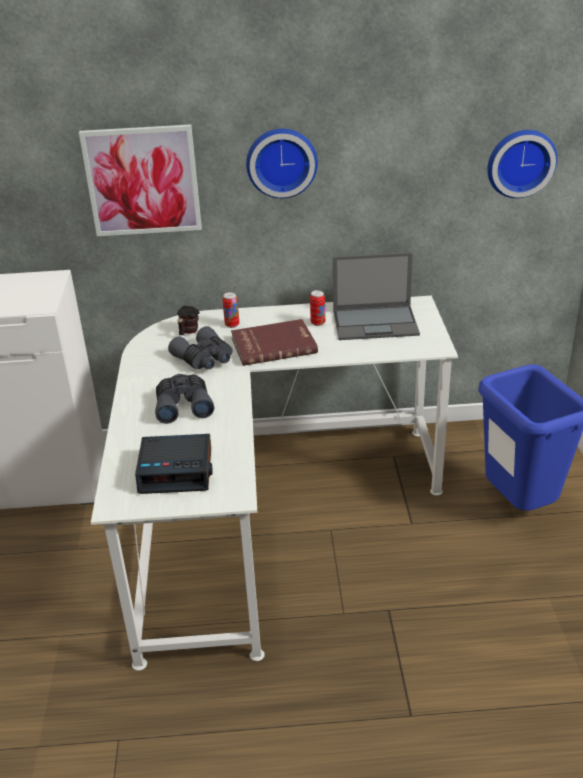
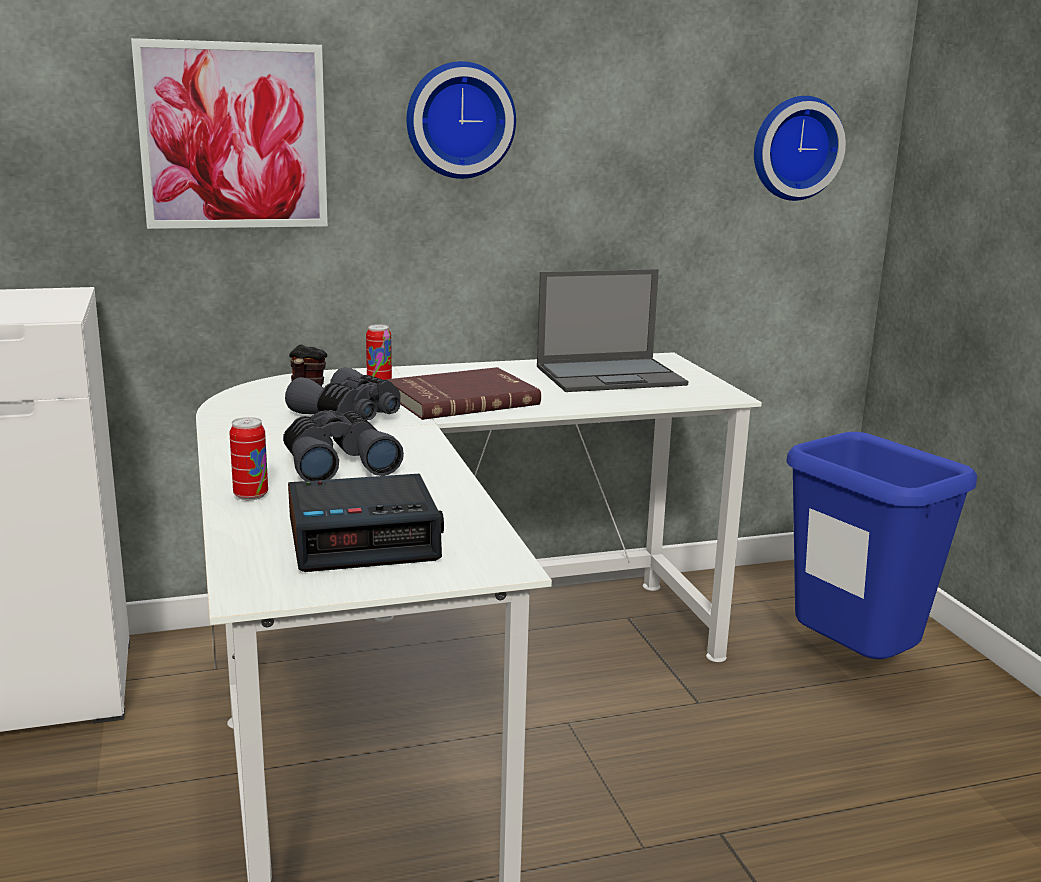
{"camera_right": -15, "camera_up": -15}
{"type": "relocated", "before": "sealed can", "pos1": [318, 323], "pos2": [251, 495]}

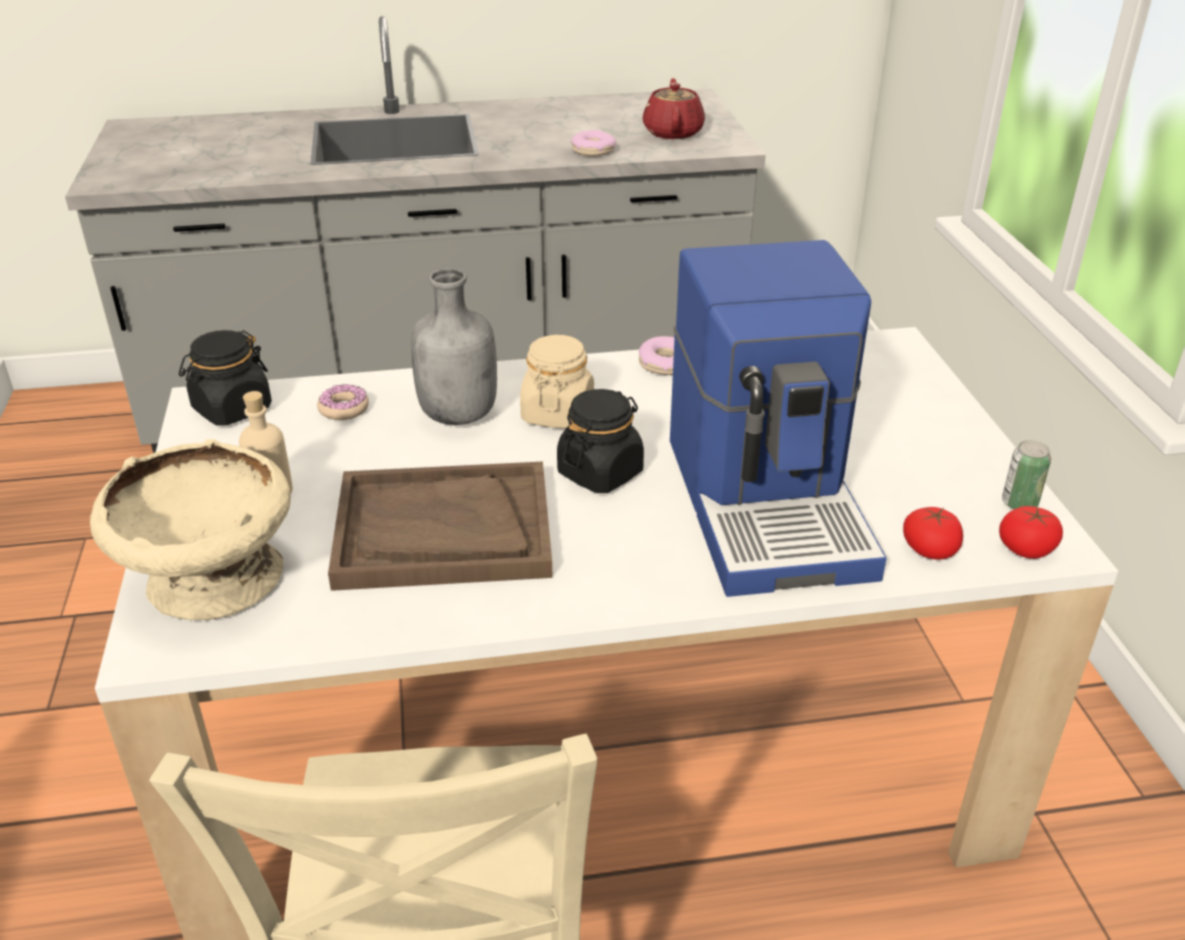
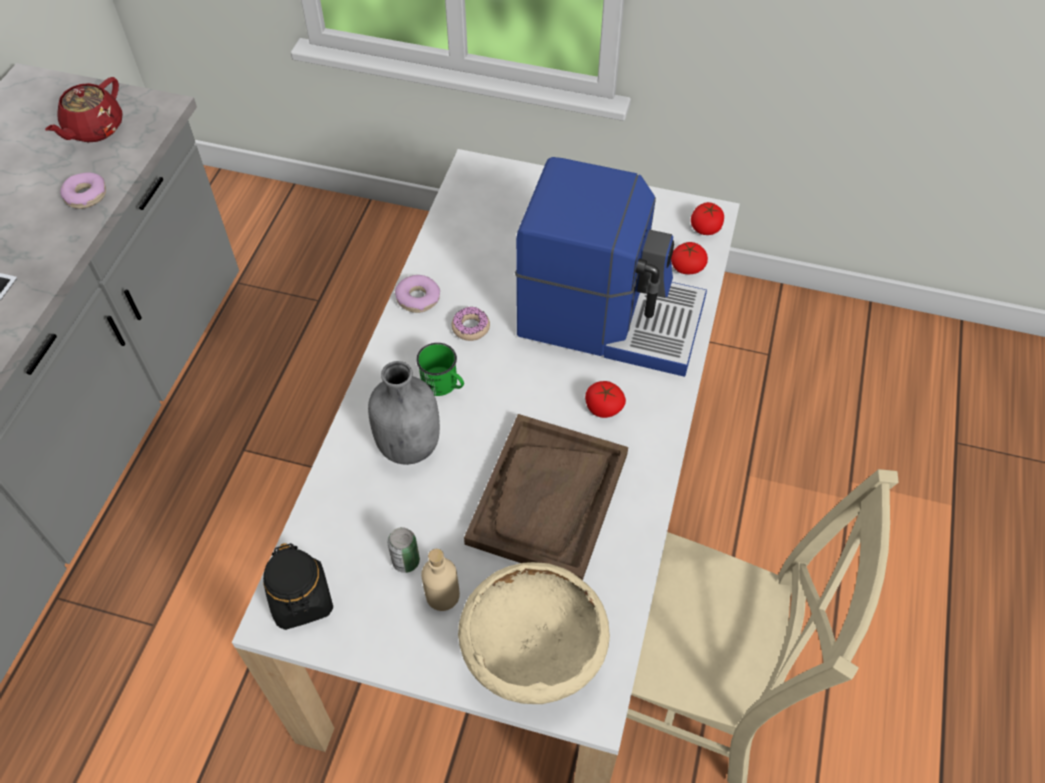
{"camera_right": -65, "camera_up": 20}
{"type": "relocated", "before": "doughnut", "pos1": [344, 409], "pos2": [470, 327]}
{"type": "exchanged", "before": "beige preserve jar", "after": "green coffee mug", "pos1": [557, 413], "pos2": [444, 385]}
{"type": "missing", "before": "blackish preserve jar", "pos1": [600, 473]}
{"type": "spun", "before": "red-coloured pot for tea", "pos1": [673, 132], "pos2": [94, 129], "turn": -90}
{"type": "relocated", "before": "sealed can", "pos1": [1019, 503], "pos2": [406, 561]}
{"type": "appeared", "after": "fresh tomato", "pos2": [603, 407]}

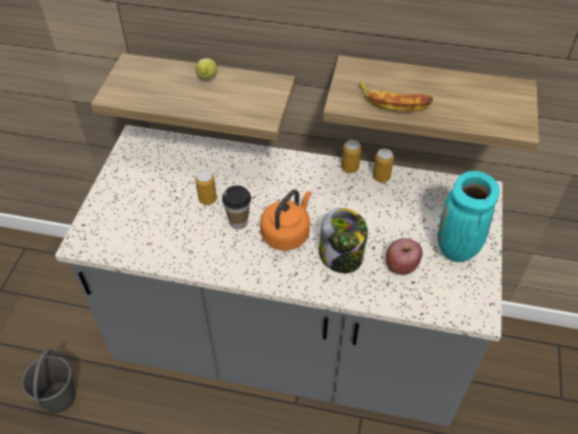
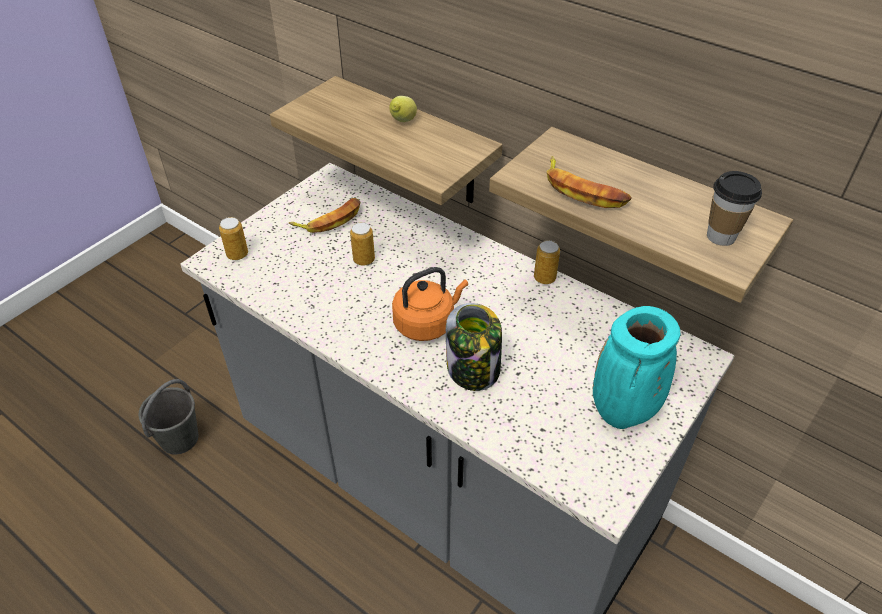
{"camera_right": 25, "camera_up": -5}
{"type": "relocated", "before": "small cup", "pos1": [238, 222], "pos2": [721, 236]}
{"type": "relocated", "before": "sealed can", "pos1": [381, 177], "pos2": [237, 254]}
{"type": "missing", "before": "apple", "pos1": [401, 266]}
{"type": "appeared", "after": "whole banana", "pos2": [330, 220]}

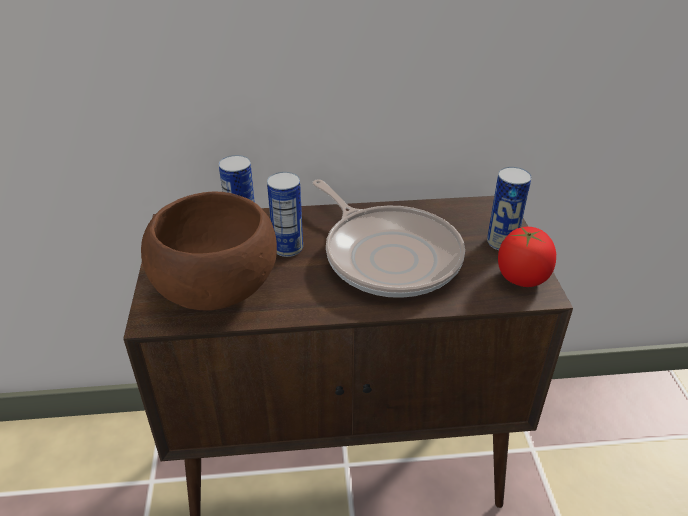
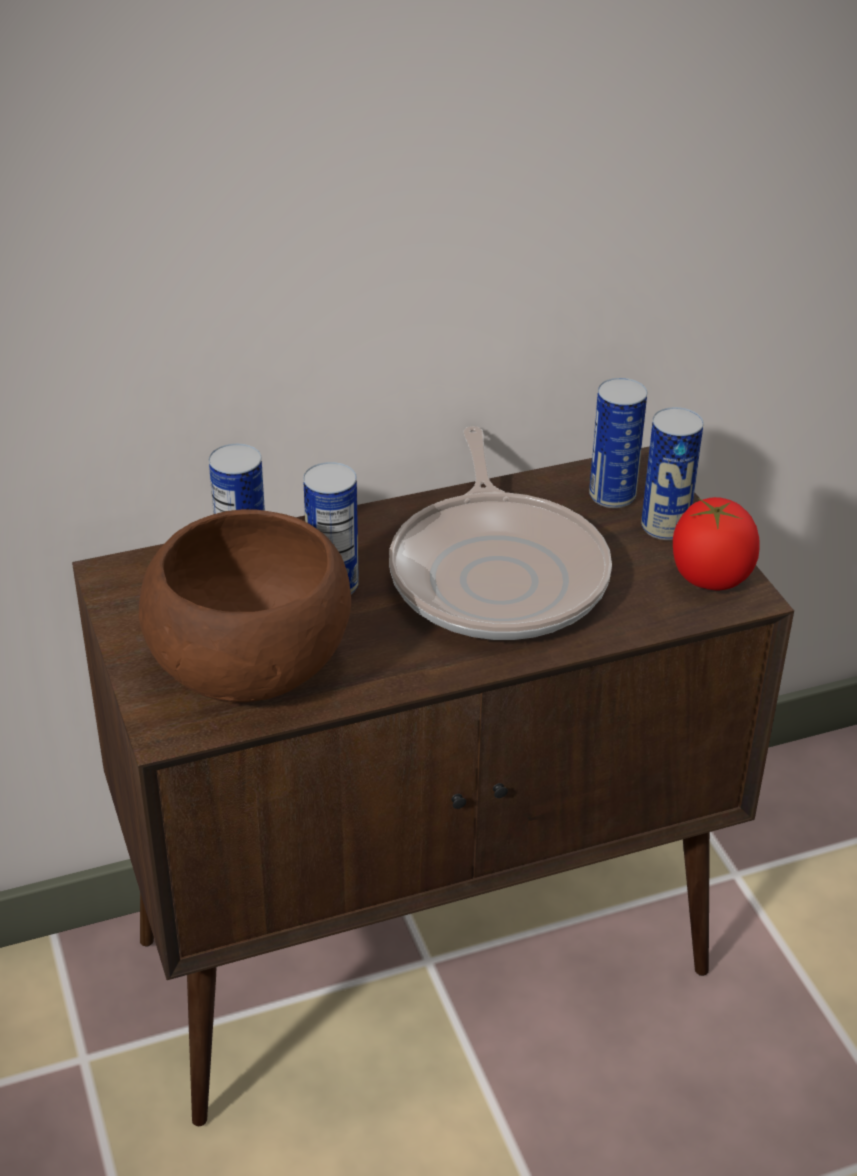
{"camera_right": -15, "camera_up": 0}
{"type": "spun", "before": "frying pan", "pos1": [388, 255], "pos2": [498, 573], "turn": 45}
{"type": "appeared", "after": "sealed can", "pos2": [612, 496]}

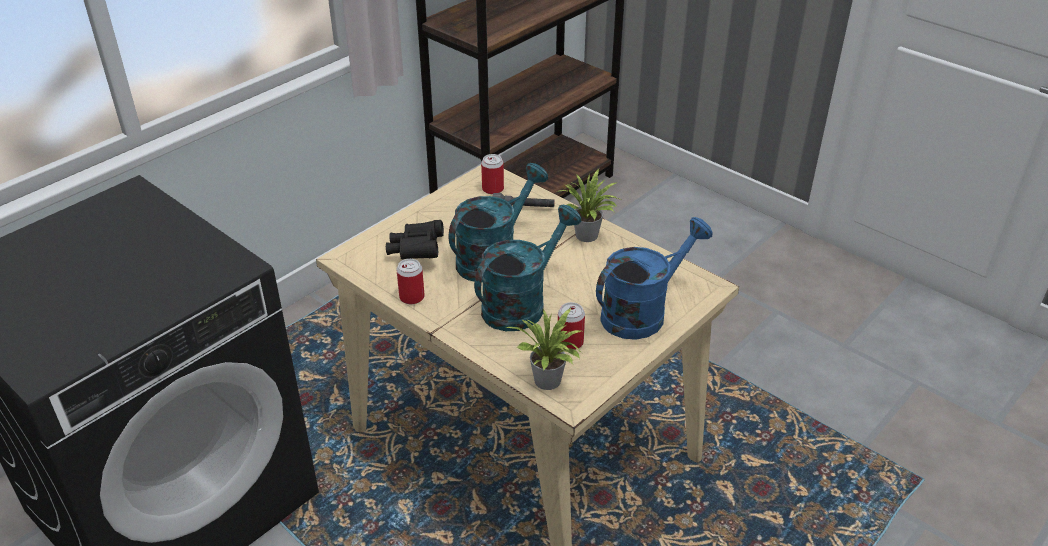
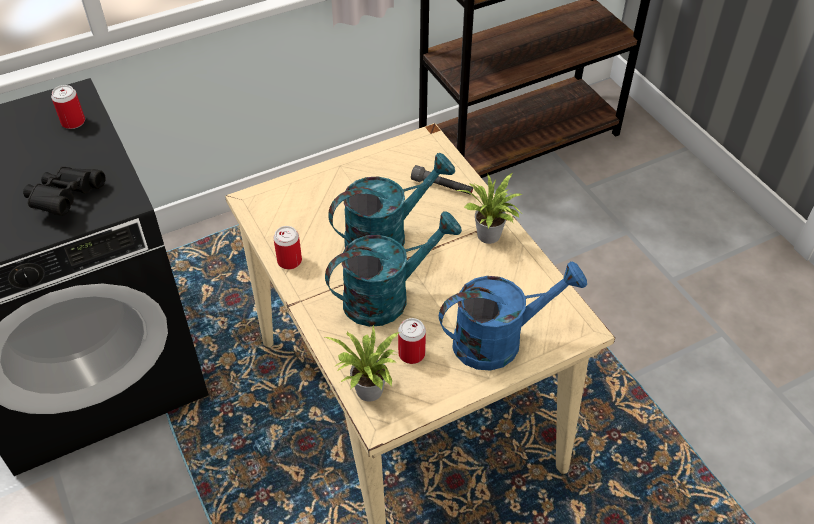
{"camera_right": 20, "camera_up": 10}
{"type": "relocated", "before": "blackish binoculars", "pos1": [416, 251], "pos2": [65, 199]}
{"type": "relocated", "before": "sealed can", "pos1": [493, 189], "pos2": [73, 122]}

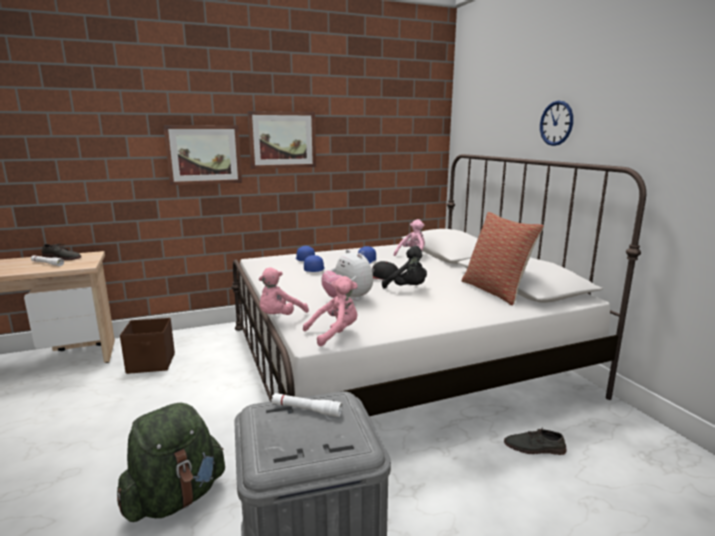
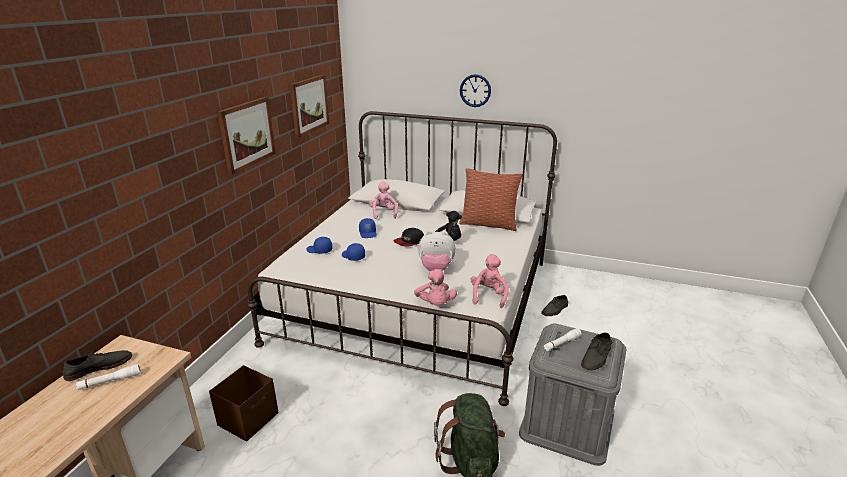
{"camera_right": -50, "camera_up": 10}
{"type": "relocated", "before": "picture", "pos1": [204, 154], "pos2": [309, 105]}
{"type": "appeared", "after": "greyish item of footwear", "pos2": [597, 357]}

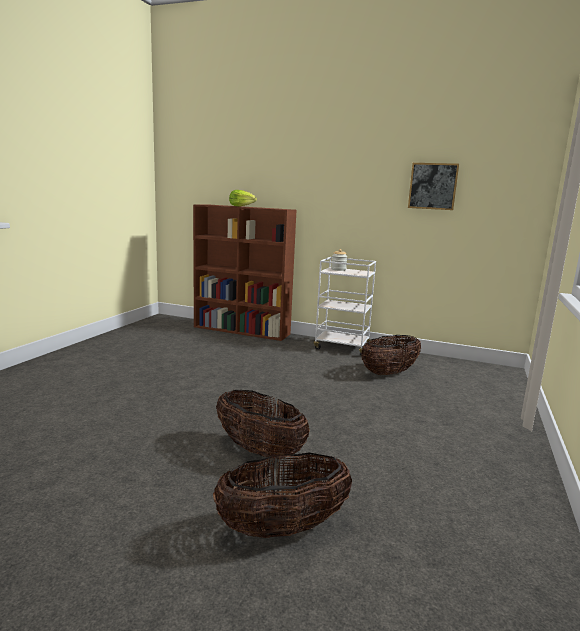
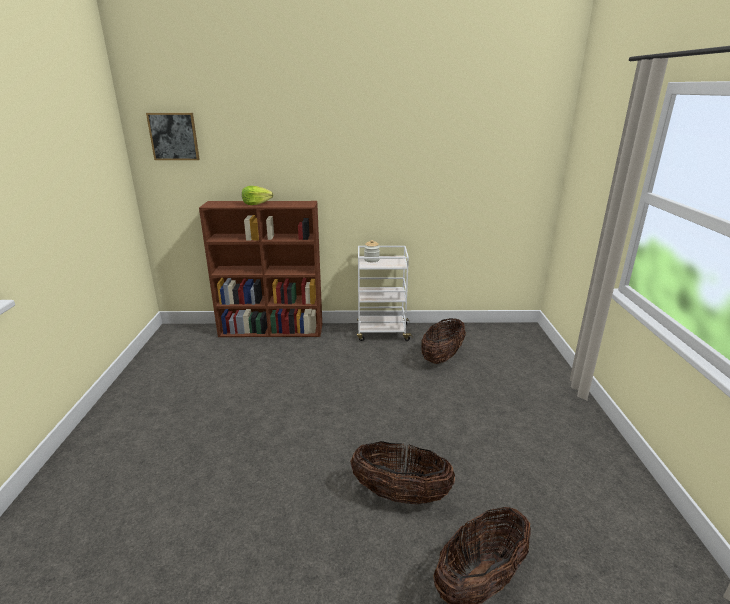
{"camera_right": -20, "camera_up": 10}
{"type": "relocated", "before": "picture", "pos1": [433, 186], "pos2": [174, 136]}

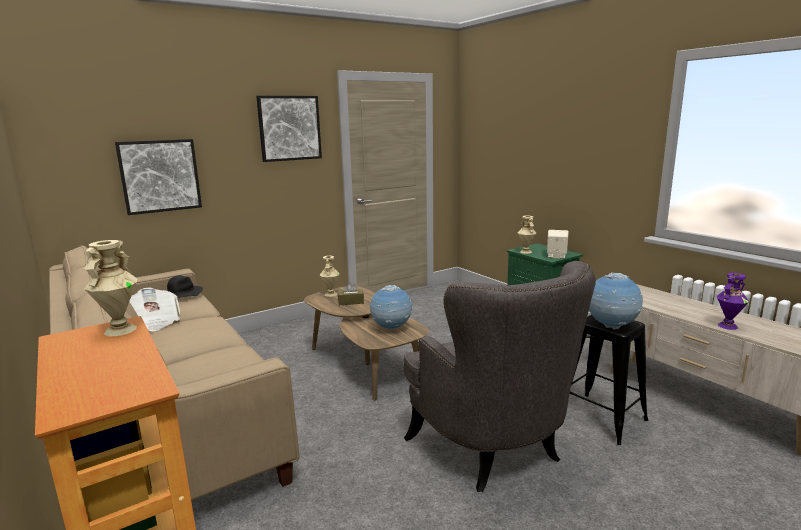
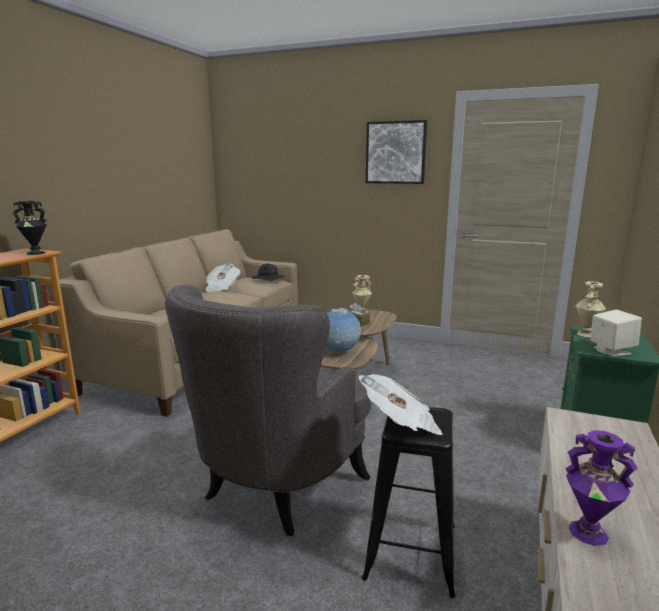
{"camera_right": 55, "camera_up": 0}
{"type": "colour", "before": "beige flower vase", "after": "blackish flower vase", "pos1": [120, 330], "pos2": [36, 253]}
{"type": "missing", "before": "picture", "pos1": [160, 176]}
{"type": "exchanged", "before": "world globe", "after": "printed paper", "pos1": [611, 327], "pos2": [400, 424]}

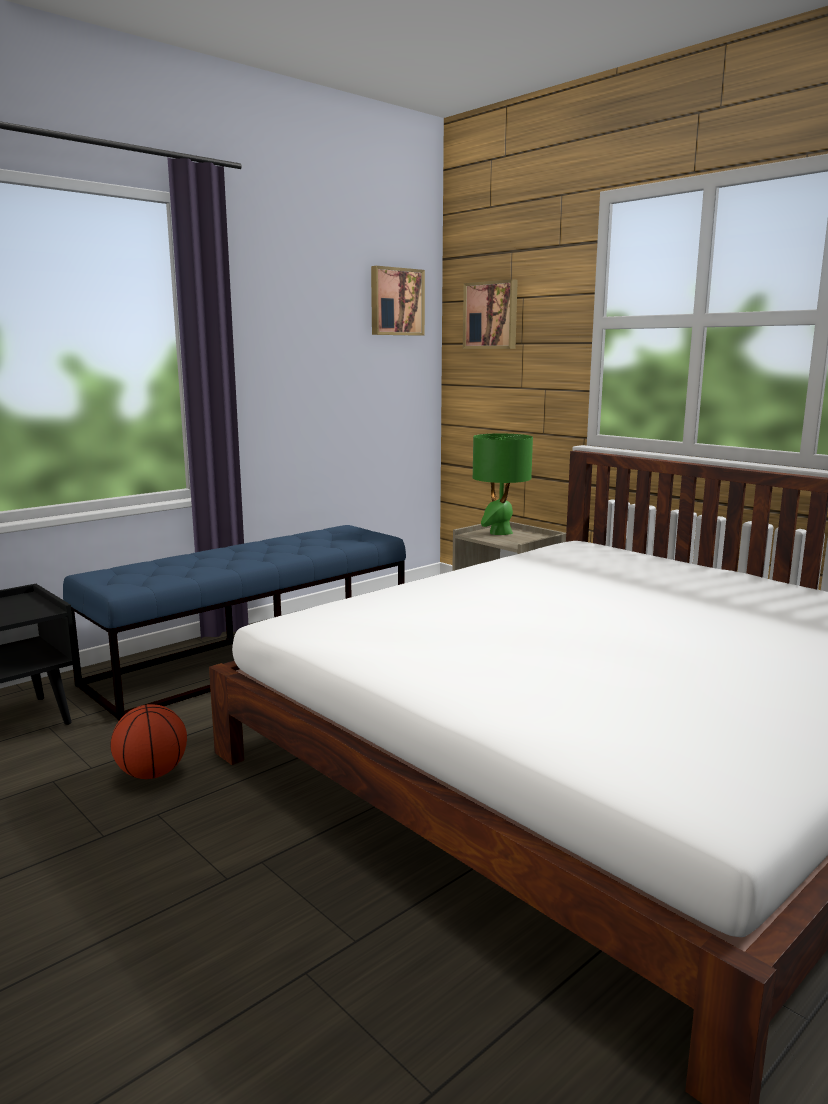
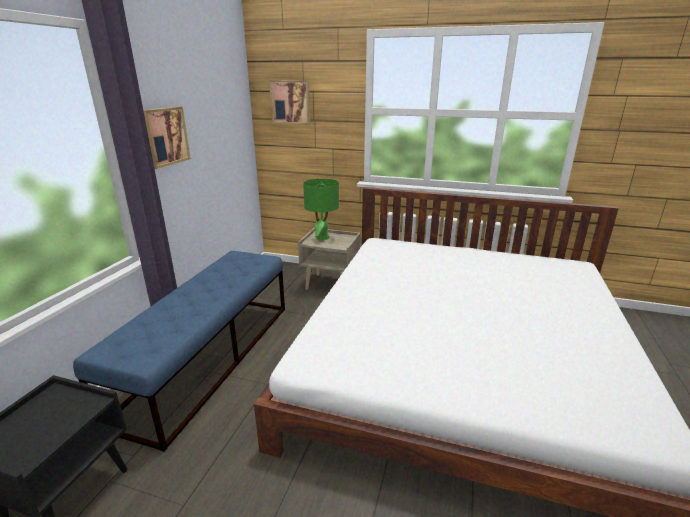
{"camera_right": -30, "camera_up": 10}
{"type": "missing", "before": "ball for basketball", "pos1": [152, 774]}
{"type": "relocated", "before": "picture", "pos1": [396, 302], "pos2": [164, 136]}

